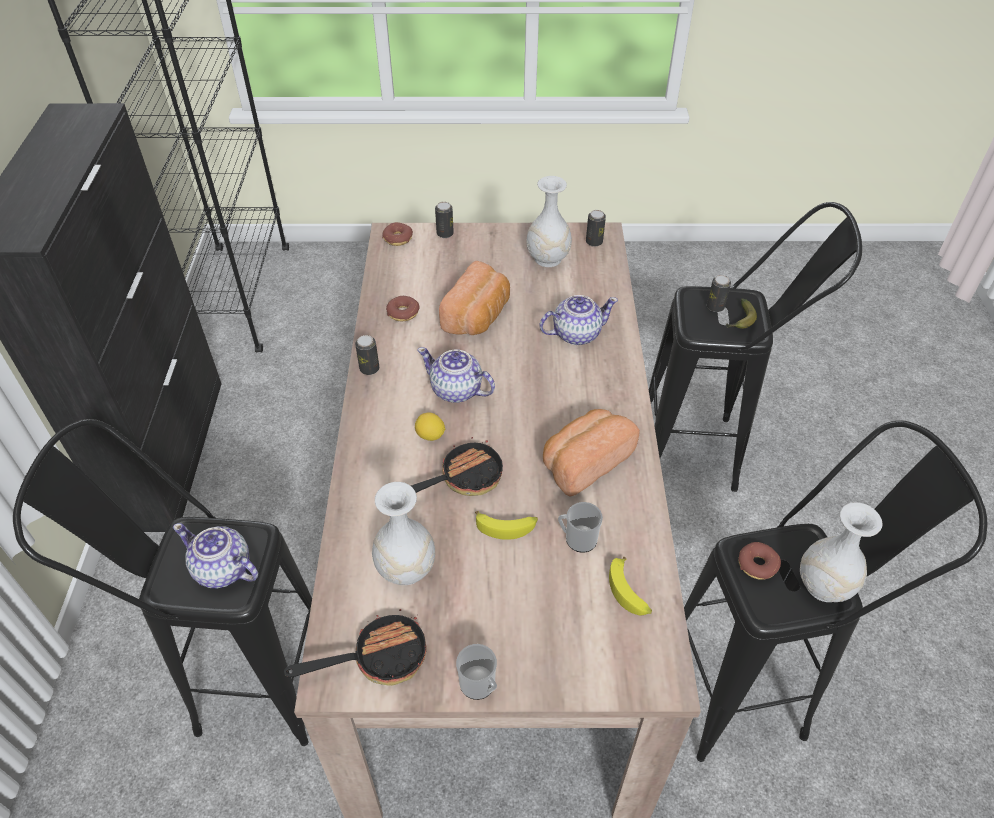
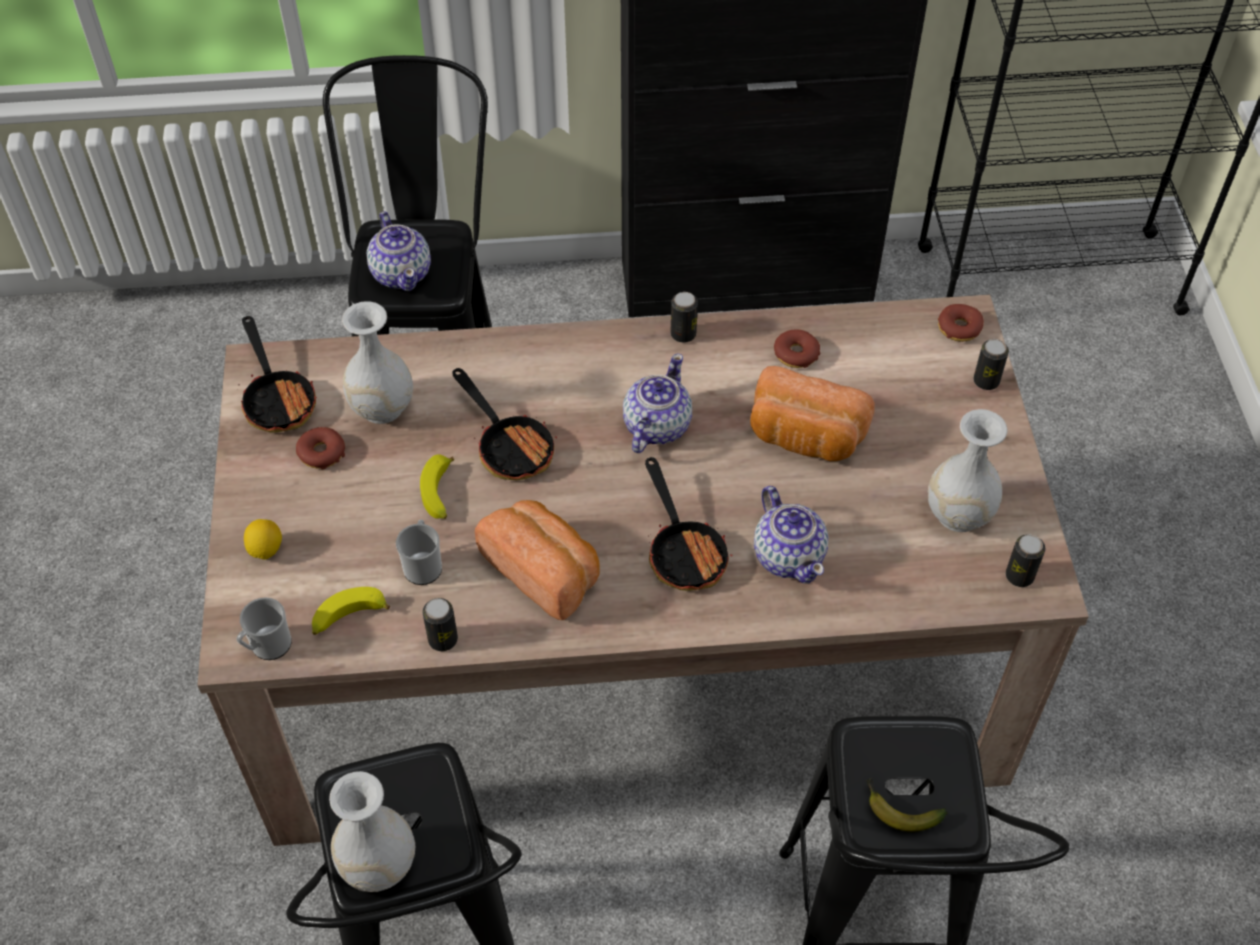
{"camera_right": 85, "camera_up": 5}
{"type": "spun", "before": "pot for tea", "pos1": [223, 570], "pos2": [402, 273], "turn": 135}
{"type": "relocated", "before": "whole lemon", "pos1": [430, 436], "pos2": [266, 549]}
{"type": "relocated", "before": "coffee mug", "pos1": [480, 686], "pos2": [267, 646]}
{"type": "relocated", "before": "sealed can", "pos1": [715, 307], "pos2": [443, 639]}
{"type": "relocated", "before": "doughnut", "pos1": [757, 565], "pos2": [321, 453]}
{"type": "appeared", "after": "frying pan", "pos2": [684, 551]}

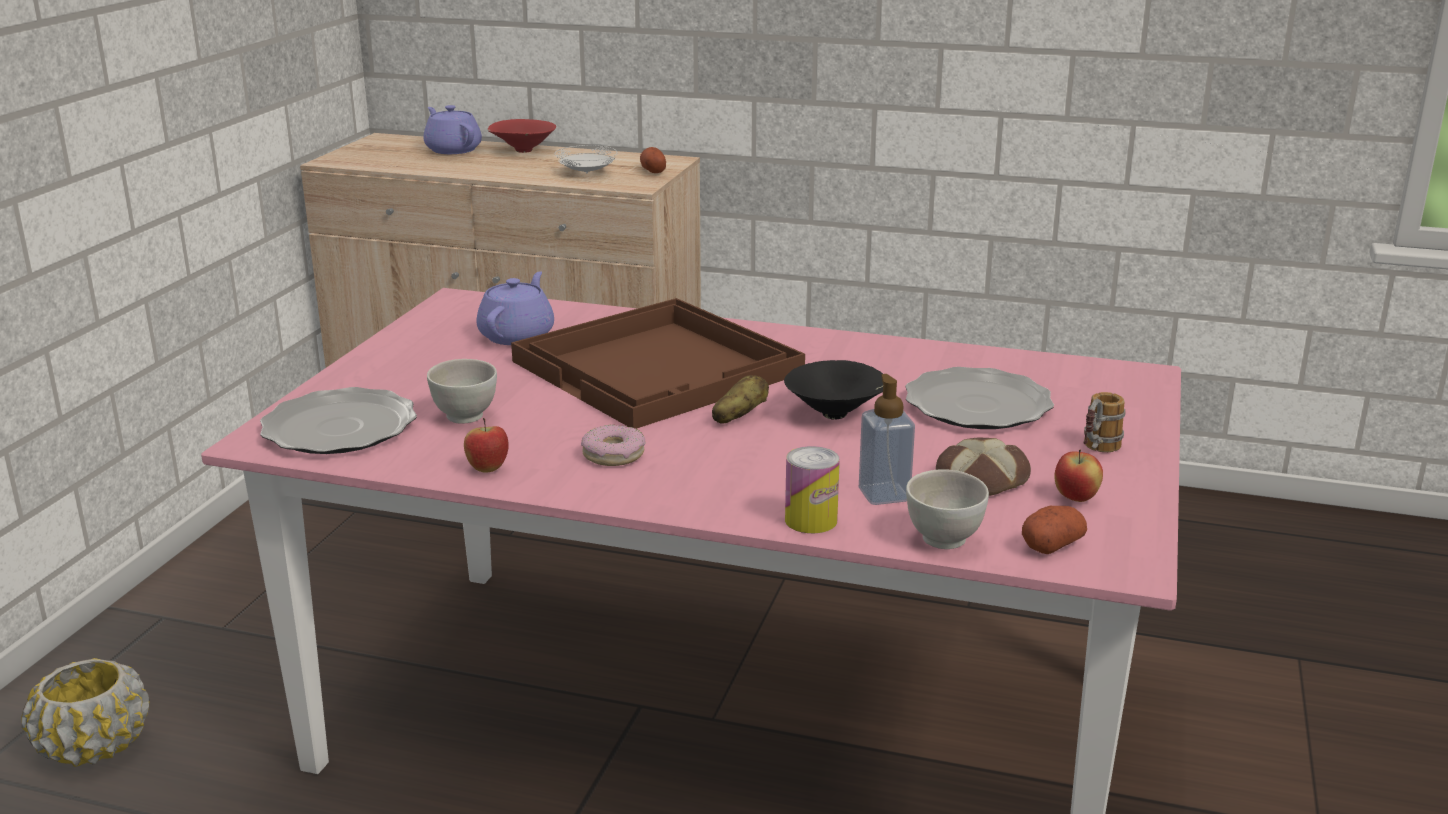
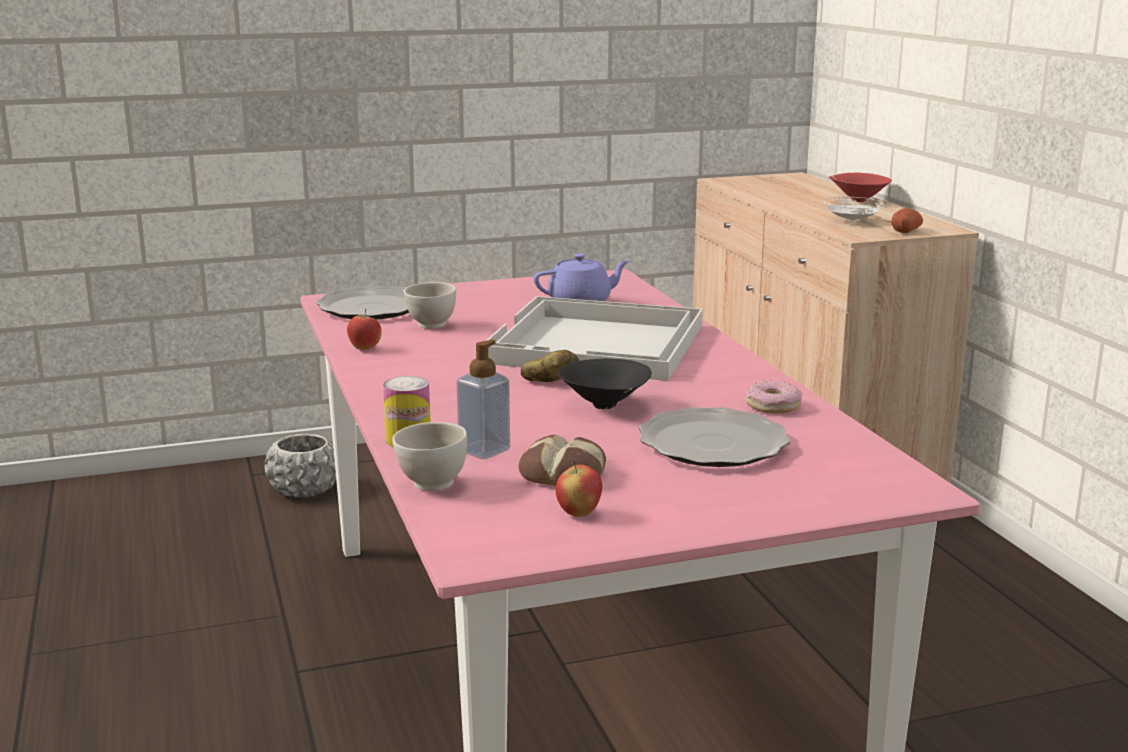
{"camera_right": 55, "camera_up": -5}
{"type": "colour", "before": "yellowish plant pot", "after": "greyish plant pot", "pos1": [93, 745], "pos2": [304, 490]}
{"type": "missing", "before": "purple-coloured pot for tea", "pos1": [452, 150]}
{"type": "colour", "before": "brownish carrying tray", "after": "whitish carrying tray", "pos1": [660, 367], "pos2": [598, 344]}
{"type": "relocated", "before": "doughnut", "pos1": [613, 455], "pos2": [773, 406]}
{"type": "missing", "before": "potato", "pos1": [1052, 545]}
{"type": "missing", "before": "coffee mug", "pos1": [1096, 451]}

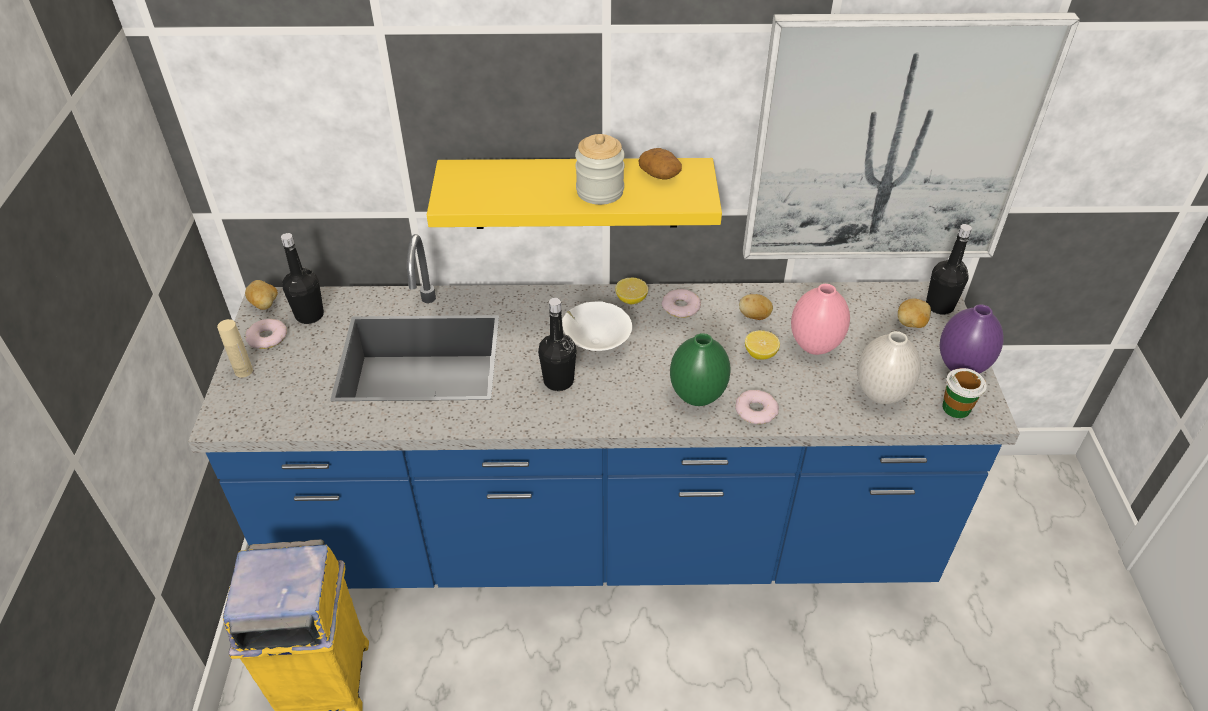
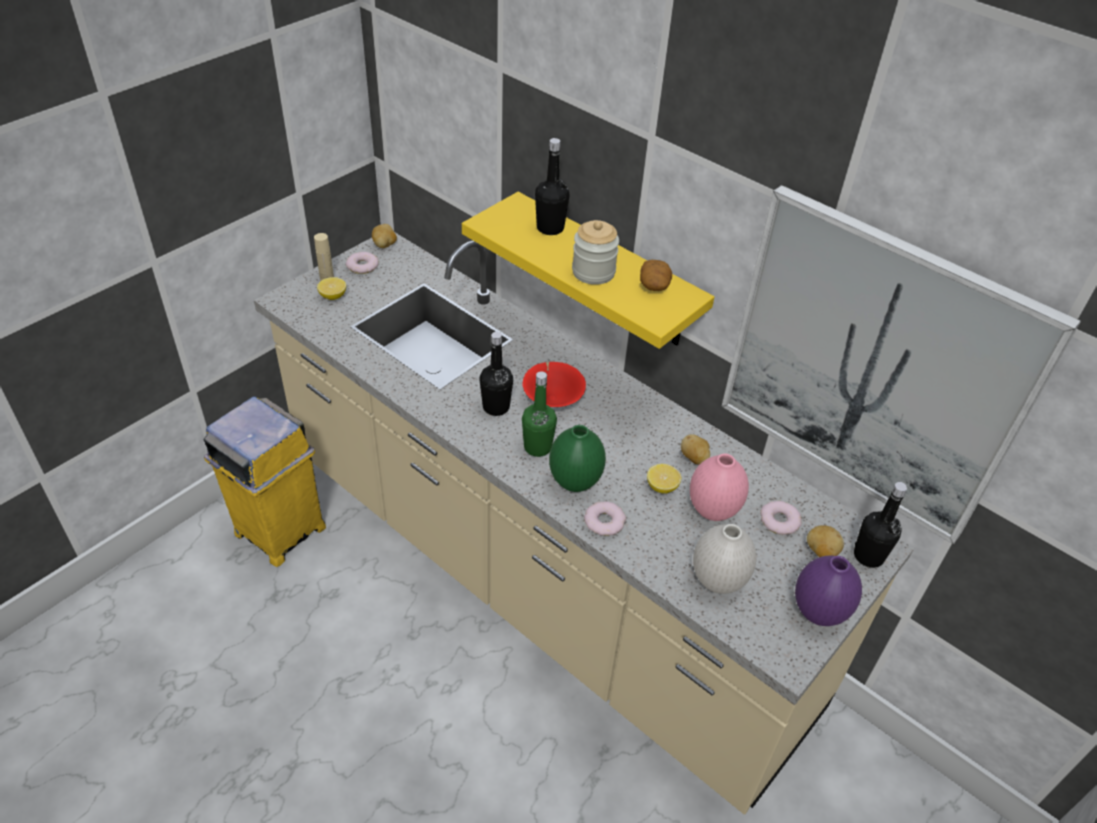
{"camera_right": 40, "camera_up": 0}
{"type": "colour", "before": "blue-coloured kitchen base unit", "after": "beige kitchen base unit", "pos1": [604, 535], "pos2": [538, 578]}
{"type": "relocated", "before": "blackish beverage bottle", "pos1": [309, 315], "pos2": [550, 228]}
{"type": "colour", "before": "whitish serving bowl", "after": "red-coloured serving bowl", "pos1": [595, 343], "pos2": [552, 399]}
{"type": "relocated", "before": "whole lemon", "pos1": [631, 299], "pos2": [333, 296]}
{"type": "relocated", "before": "doughnut", "pos1": [681, 307], "pos2": [779, 521]}
{"type": "missing", "before": "small cup", "pos1": [956, 408]}
{"type": "appeared", "after": "green beverage bottle", "pos2": [537, 447]}

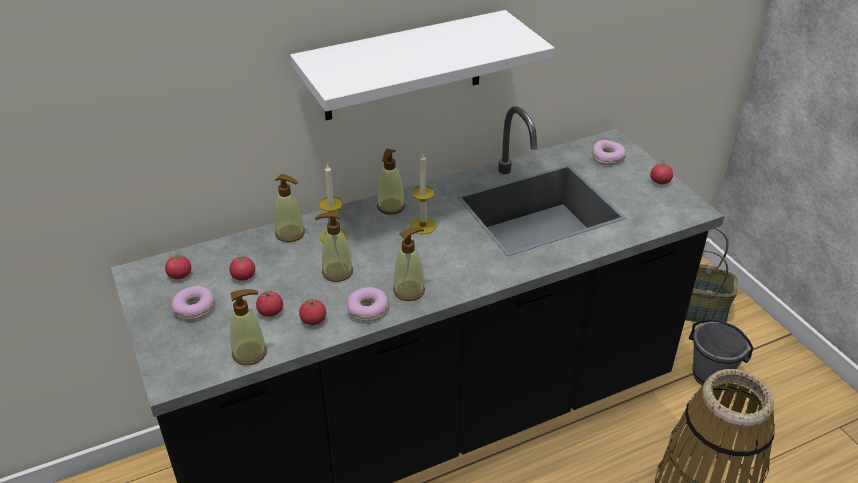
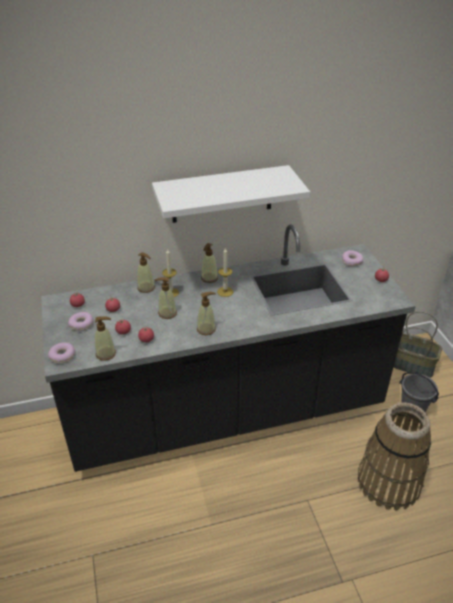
{"camera_right": 10, "camera_up": 0}
{"type": "relocated", "before": "doughnut", "pos1": [368, 310], "pos2": [62, 356]}

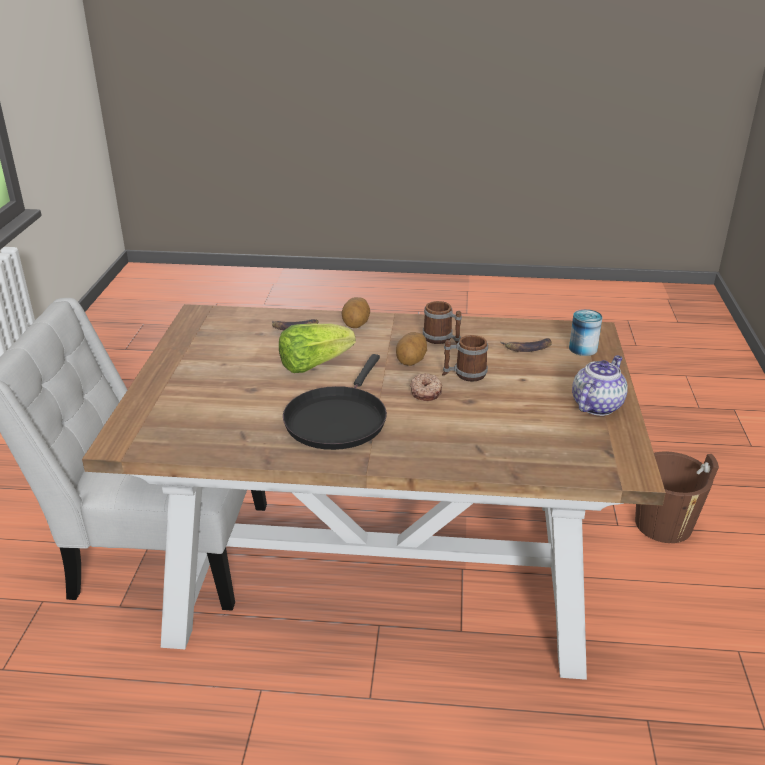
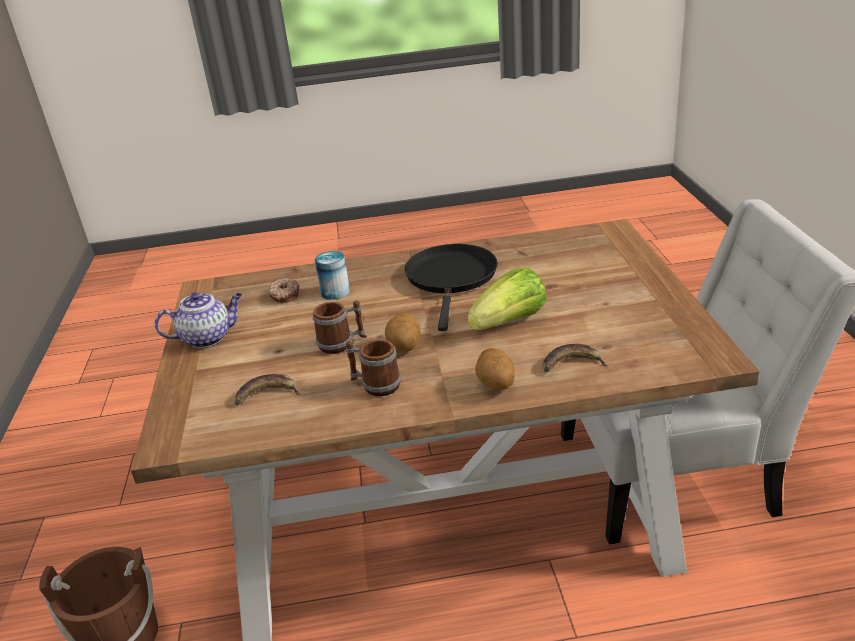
{"camera_right": 170, "camera_up": 0}
{"type": "relocated", "before": "doughnut", "pos1": [426, 392], "pos2": [284, 295]}
{"type": "relocated", "before": "sealed can", "pos1": [583, 349], "pos2": [335, 292]}
{"type": "spun", "before": "pot for tea", "pos1": [596, 405], "pos2": [208, 337], "turn": -135}

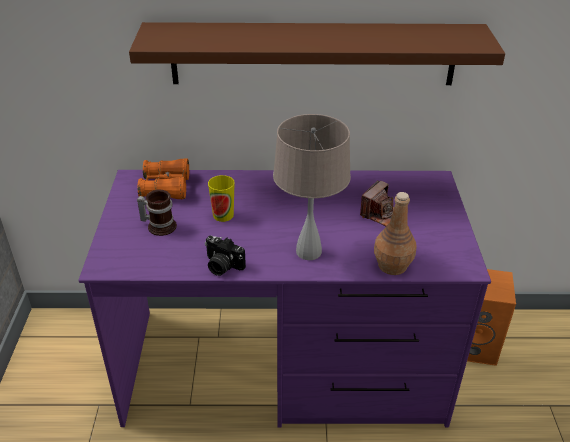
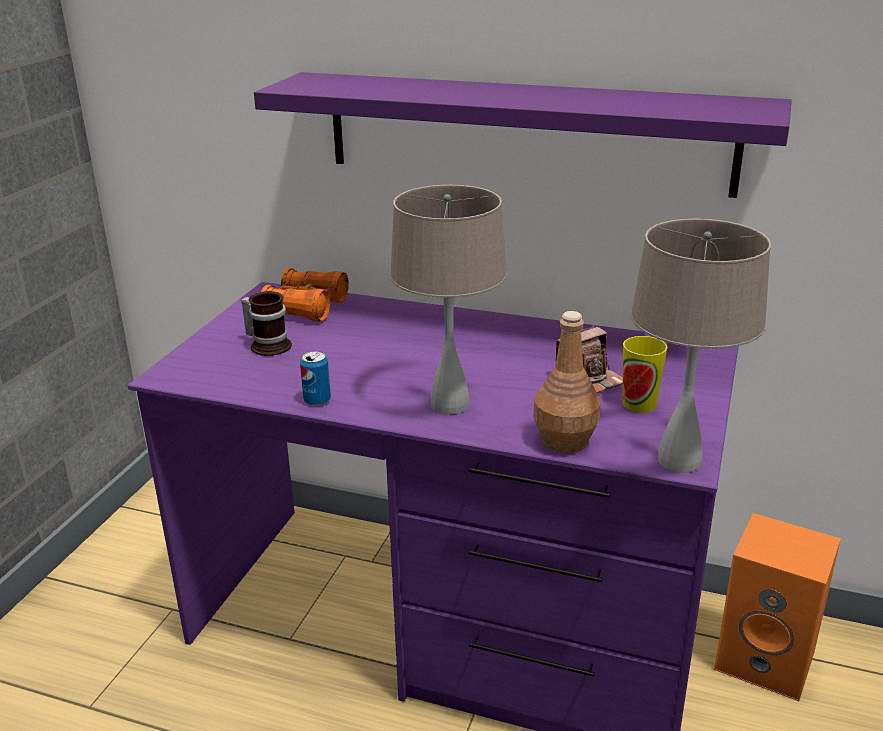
{"camera_right": 20, "camera_up": -10}
{"type": "colour", "before": "brownish bracket shelf", "after": "purple-coloured bracket shelf", "pos1": [313, 54], "pos2": [525, 132]}
{"type": "exchanged", "before": "still camera", "after": "sealed can", "pos1": [222, 266], "pos2": [317, 400]}
{"type": "relocated", "before": "small cup", "pos1": [223, 215], "pos2": [639, 403]}
{"type": "appeared", "after": "beige table lamp", "pos2": [679, 459]}

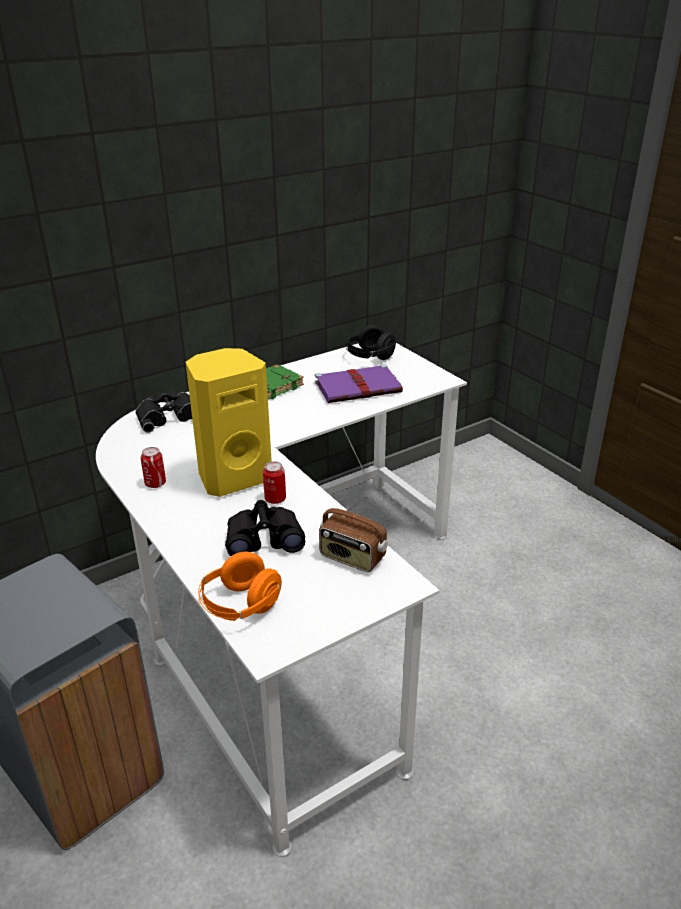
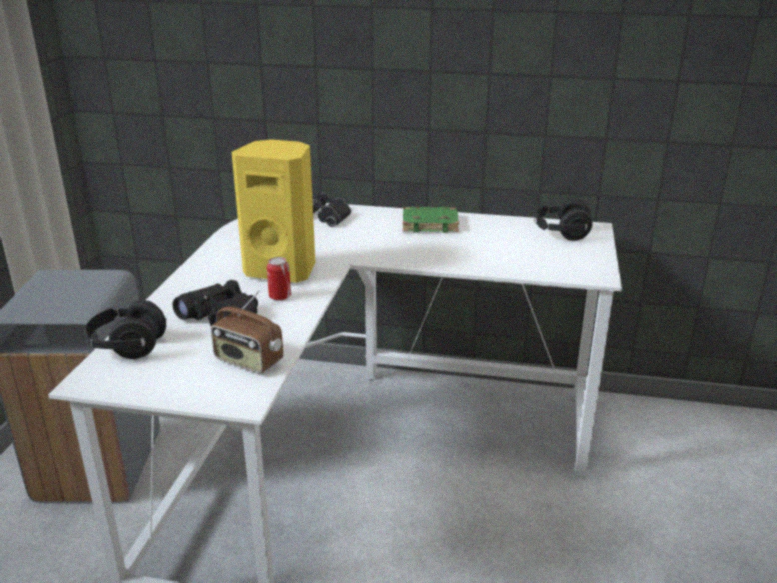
{"camera_right": 45, "camera_up": -5}
{"type": "missing", "before": "sealed can", "pos1": [155, 483]}
{"type": "colour", "before": "orangey headphones", "after": "blackish headphones", "pos1": [240, 606], "pos2": [127, 347]}
{"type": "missing", "before": "purple-coloured bound book", "pos1": [359, 387]}
{"type": "spun", "before": "radio receiver", "pos1": [352, 558], "pos2": [248, 361], "turn": -45}

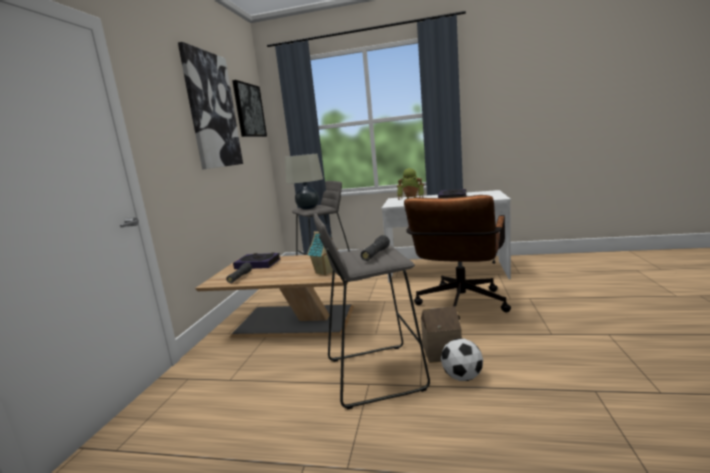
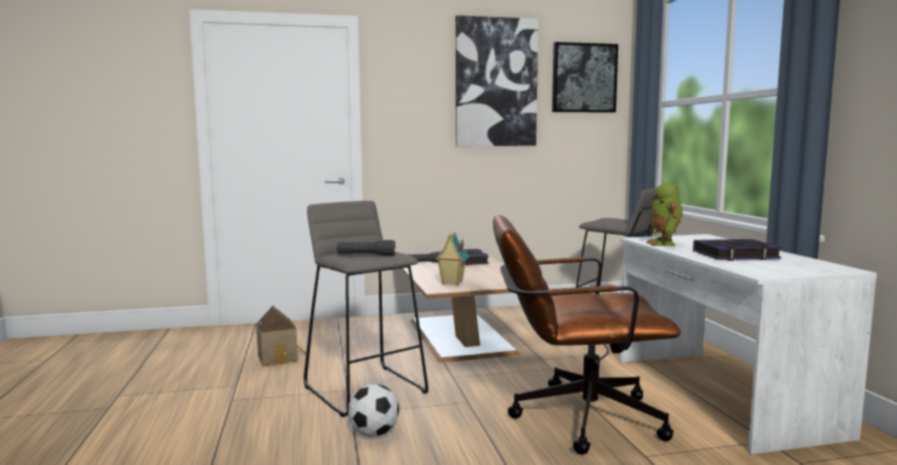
{"camera_right": 65, "camera_up": -5}
{"type": "missing", "before": "beige table lamp", "pos1": [308, 208]}
{"type": "relocated", "before": "miniature house", "pos1": [440, 351], "pos2": [279, 357]}

